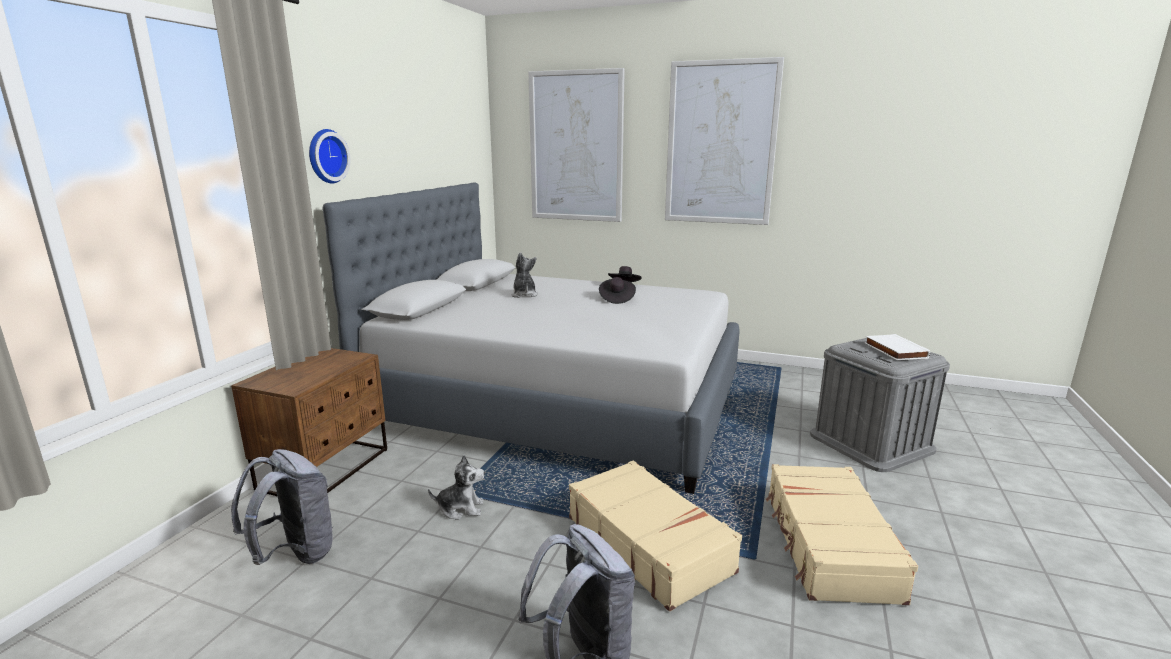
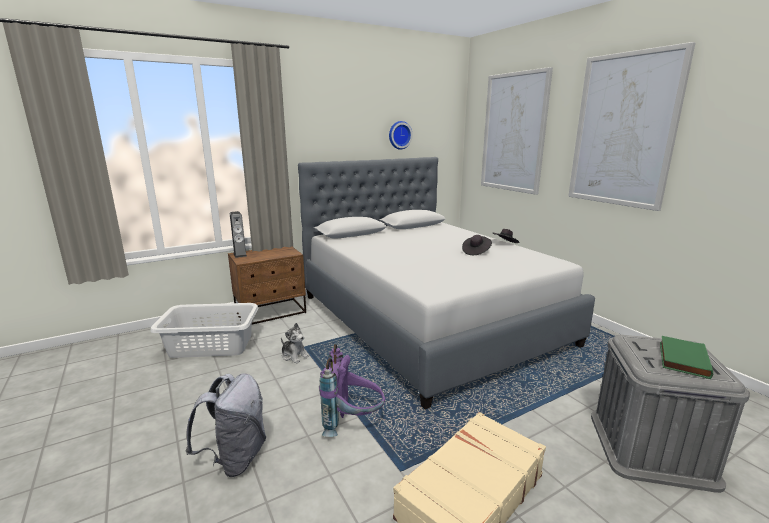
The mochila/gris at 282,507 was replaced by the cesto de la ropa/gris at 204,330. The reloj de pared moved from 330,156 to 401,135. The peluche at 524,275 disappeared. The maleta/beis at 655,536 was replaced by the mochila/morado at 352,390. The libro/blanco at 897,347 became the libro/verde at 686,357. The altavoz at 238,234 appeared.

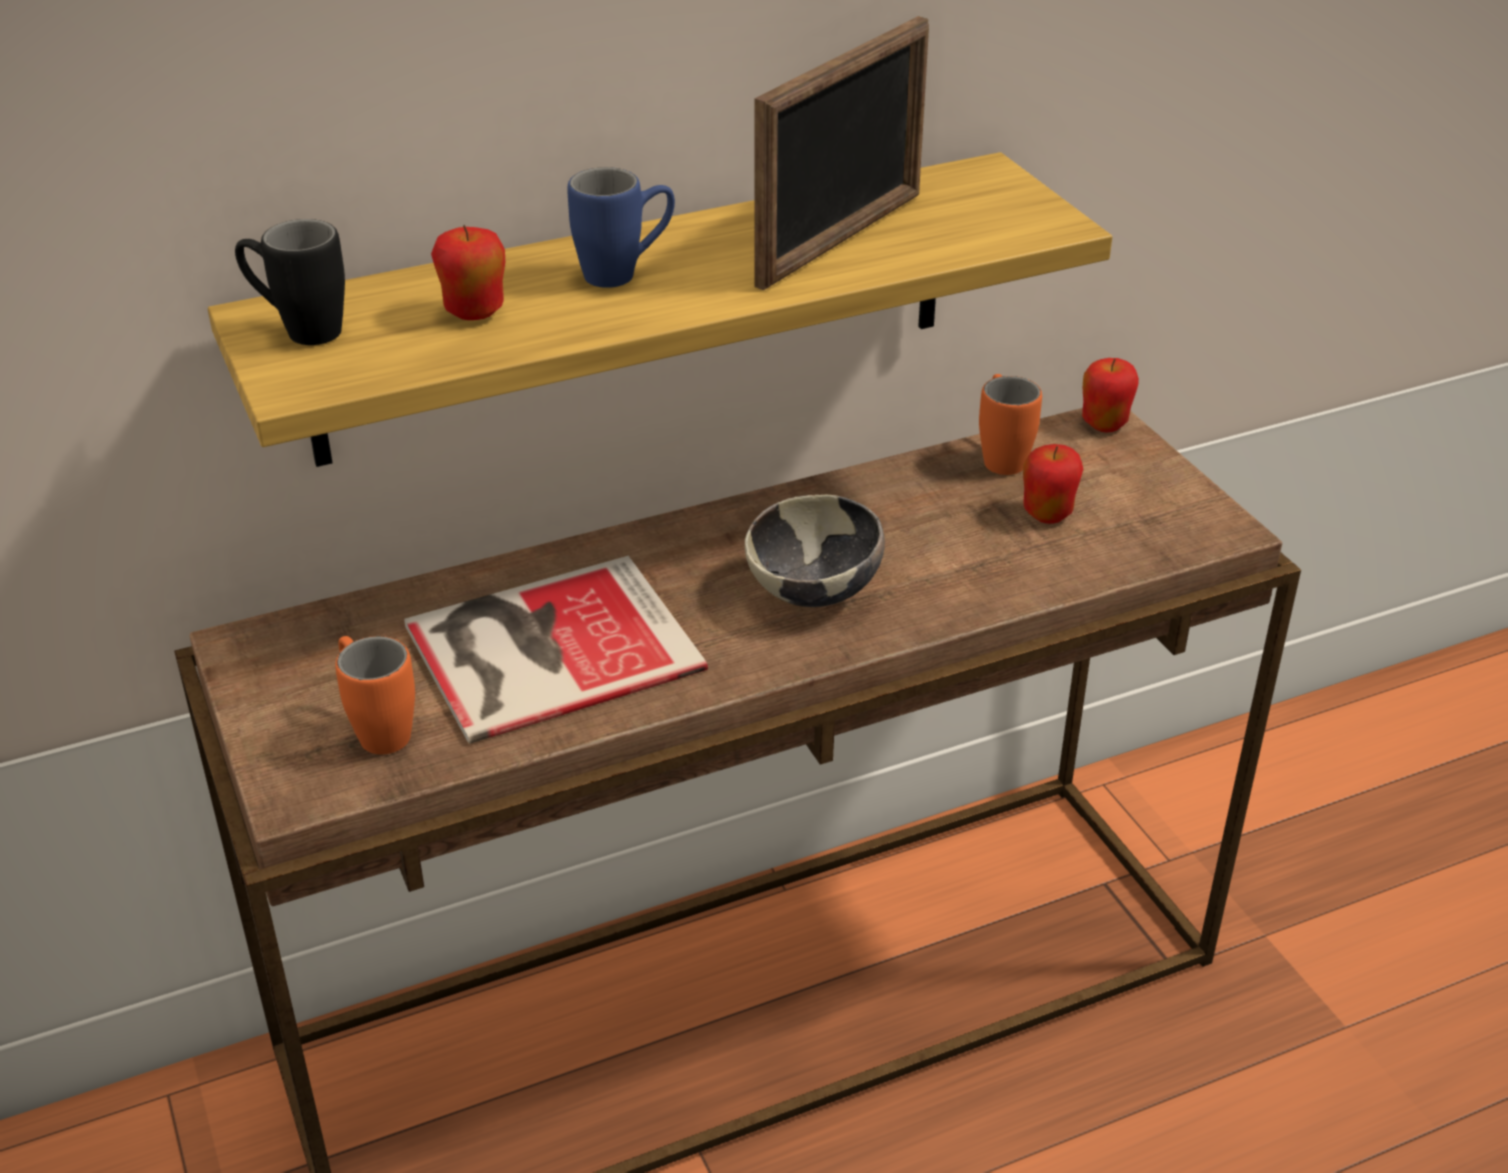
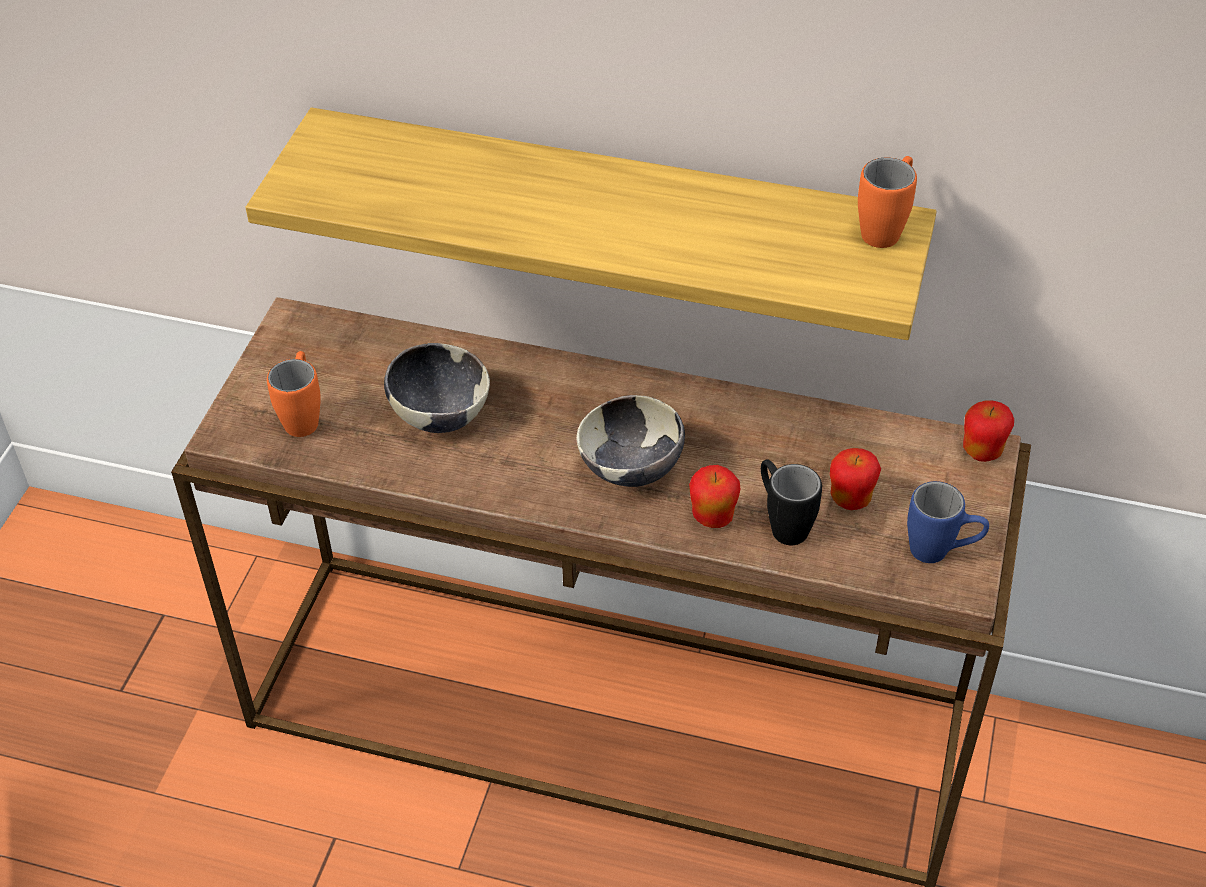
The taza grande/negro moved from 290,282 to 791,502. The libro at 556,650 was replaced by the cuenco at 437,388. The manzana moved from 468,272 to 715,496. The taza grande/azul moved from 621,227 to 948,522. The portarretratos at 841,153 disappeared. The taza grande/naranja moved from 1010,424 to 887,202.

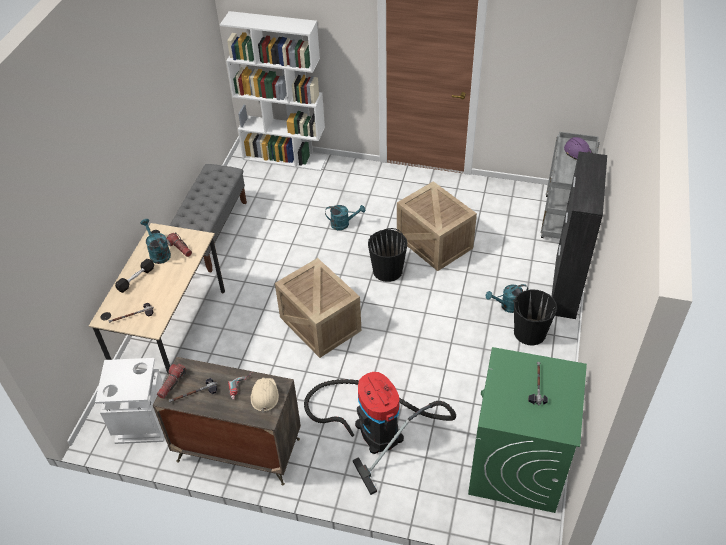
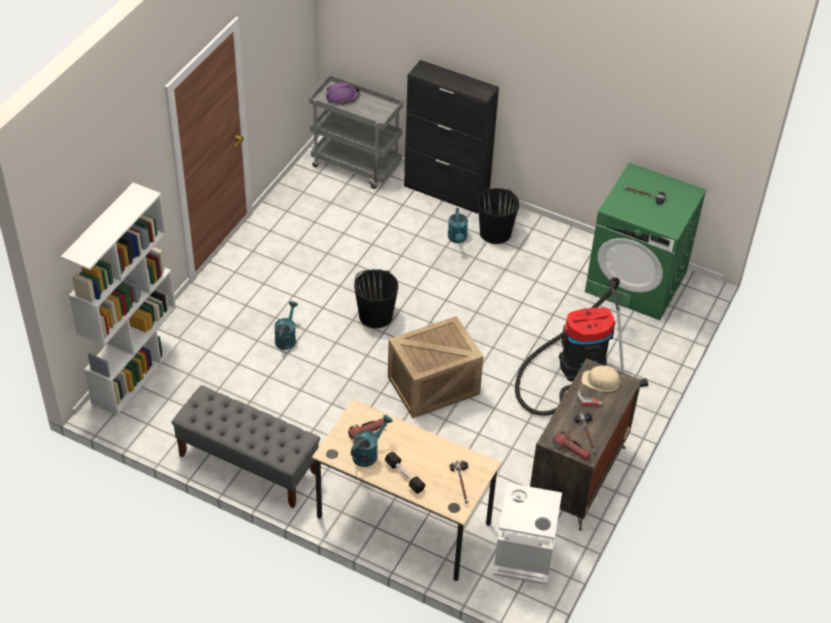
The regadera/turquesa at 155,241 turned 150 degrees clockwise. The caja de embalaje at 437,226 disappeared.

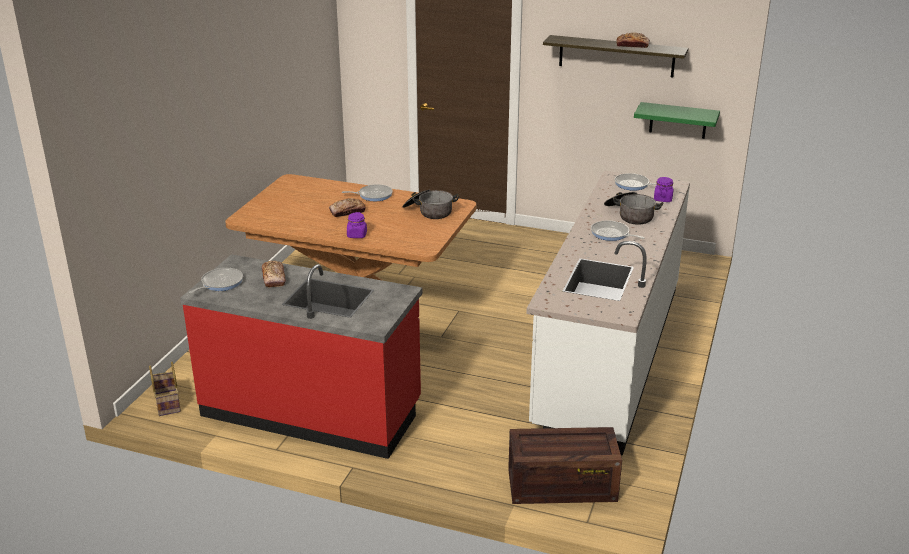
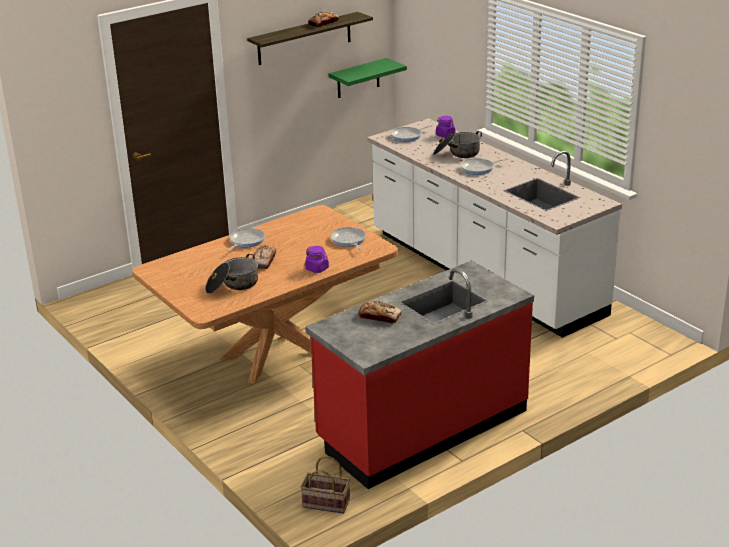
The sartén moved from 216,280 to 348,238. The olla moved from 430,204 to 231,274. The caja de embalaje at 565,465 disappeared.

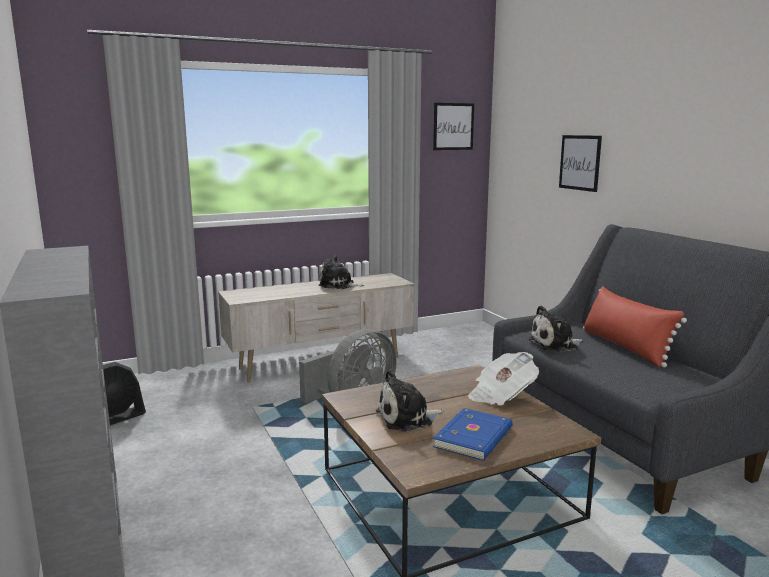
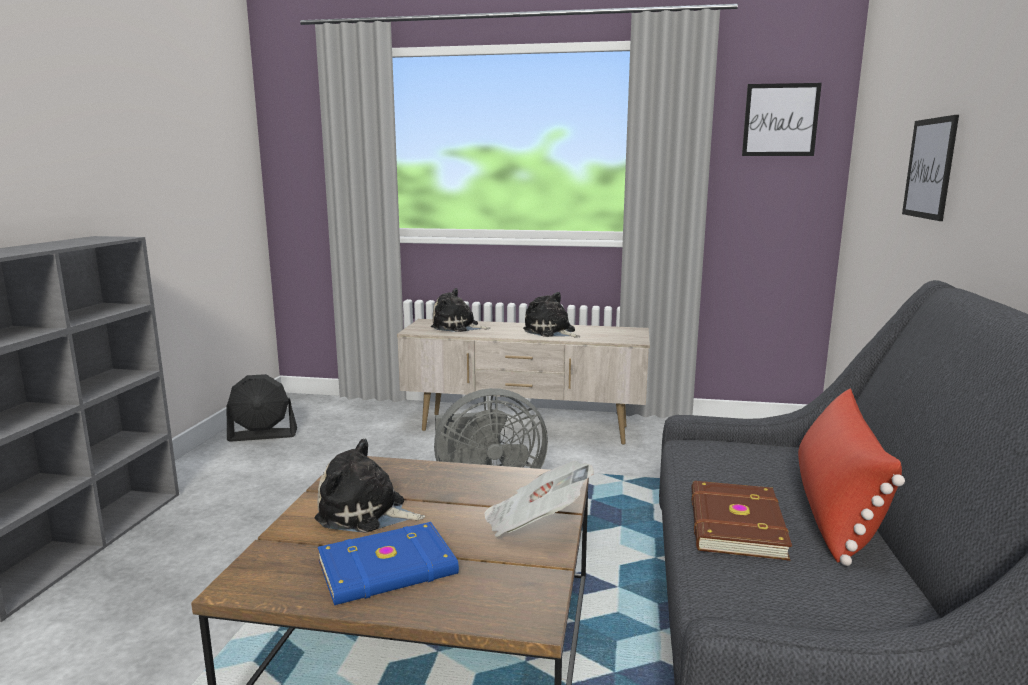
The peluche moved from 555,328 to 460,310. The libro/marrón at 741,521 appeared.

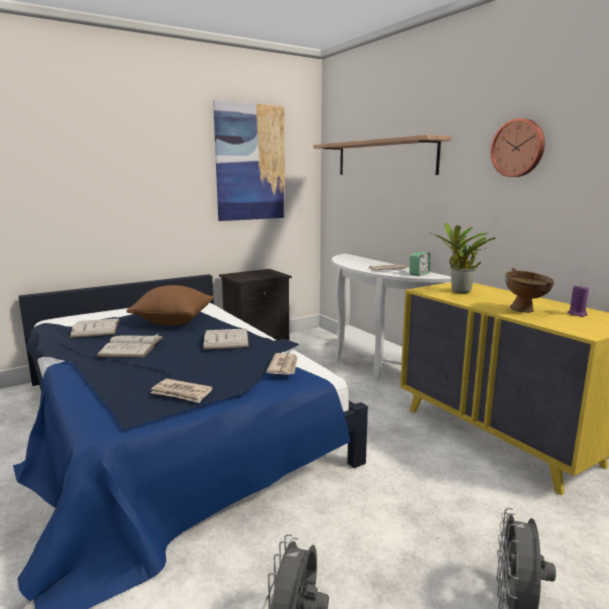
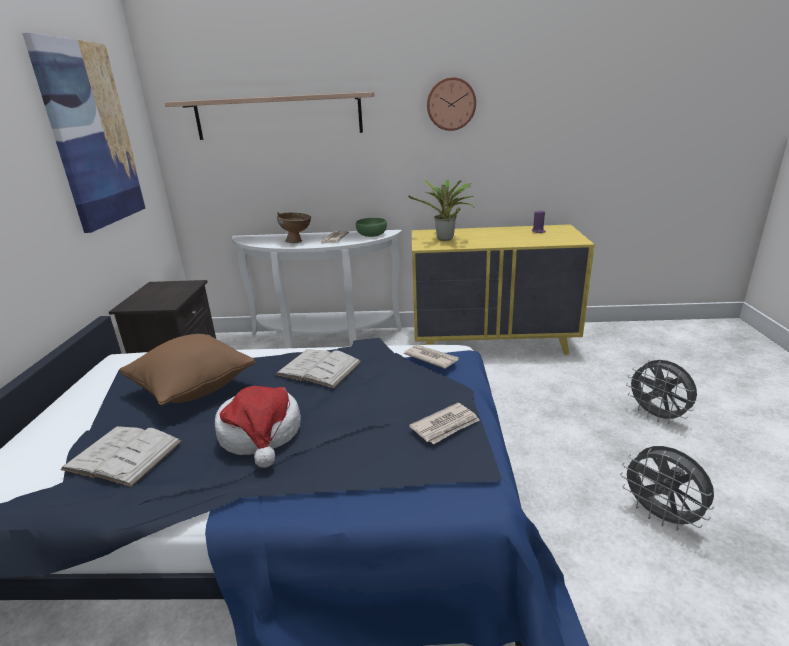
The libro/blanco at 129,345 was replaced by the sombrero at 258,427. The despertador at 420,264 was replaced by the cuenco/verde at 371,227. The cuenco/marrón moved from 529,290 to 294,227.

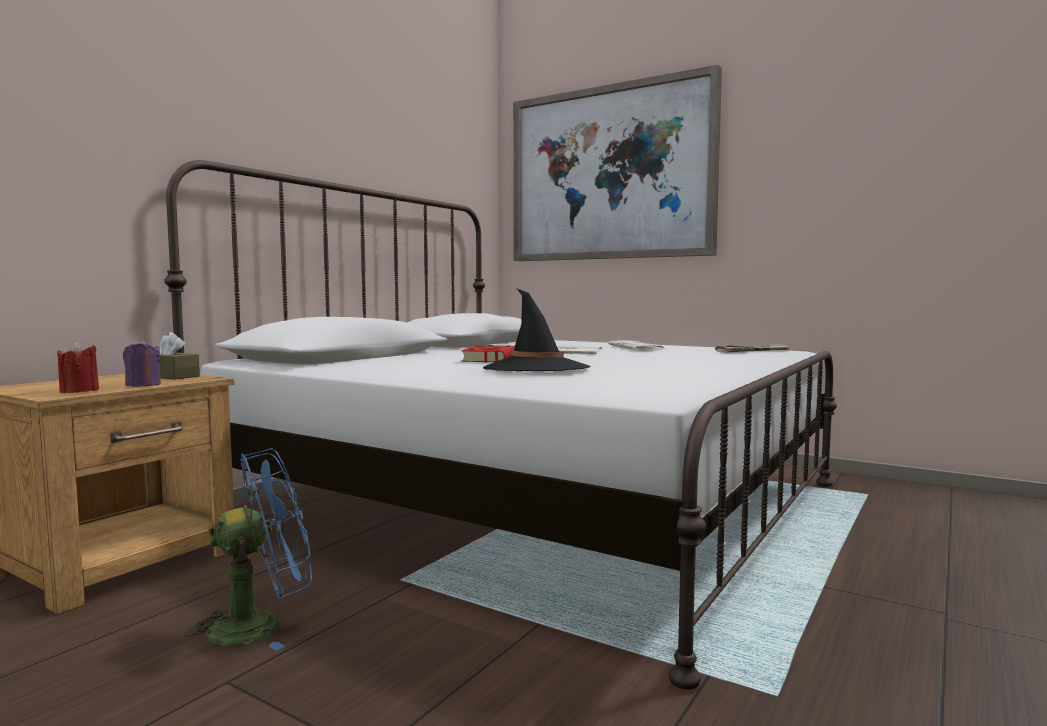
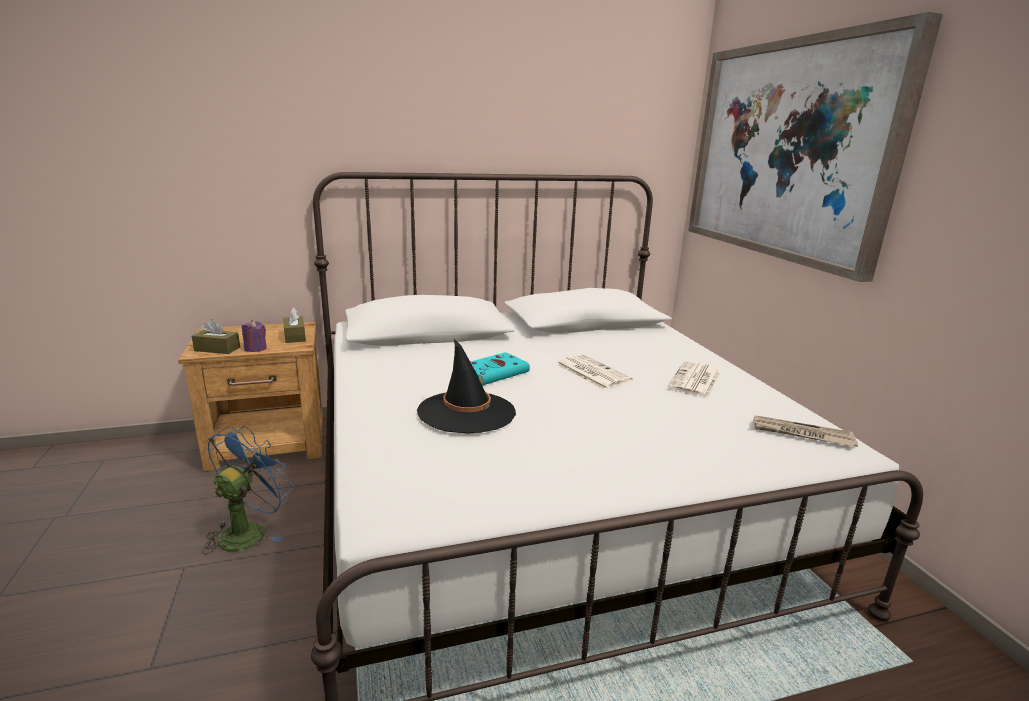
The vela/rojo at 78,367 was replaced by the caja de pañuelos/marrón at 216,336. The ventilador/azul at 247,549 turned 75 degrees counterclockwise. The libro/rojo at 488,353 became the libro/turquesa at 500,369.

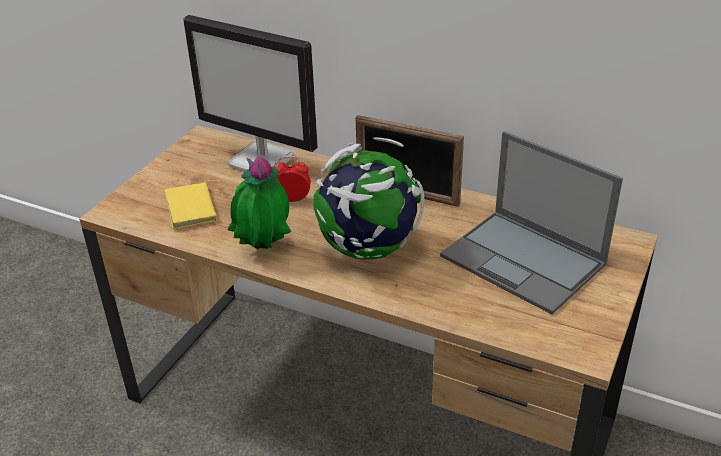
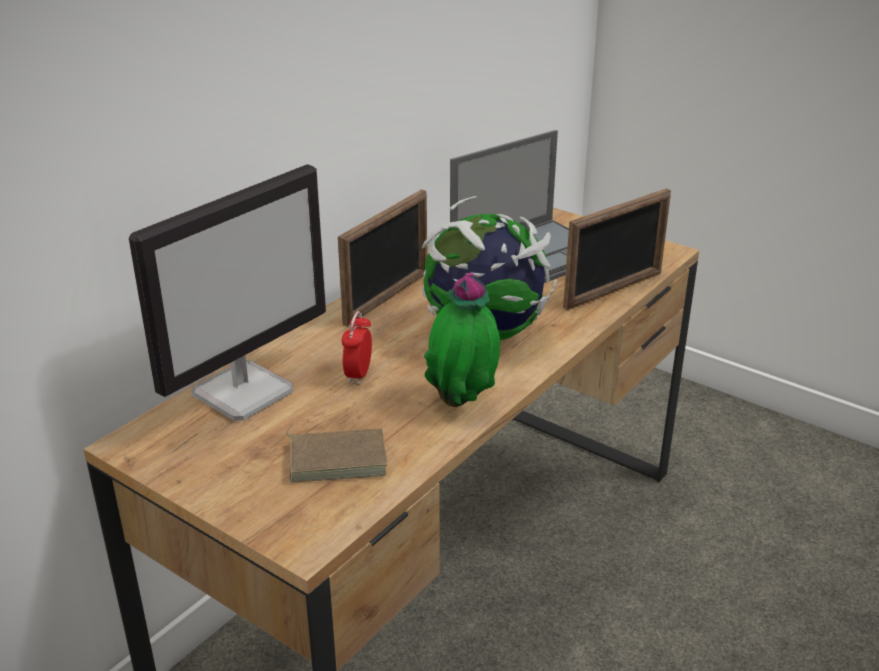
The libro/amarillo at 192,204 became the libro/marrón at 337,452. The portarretratos at 617,249 appeared.

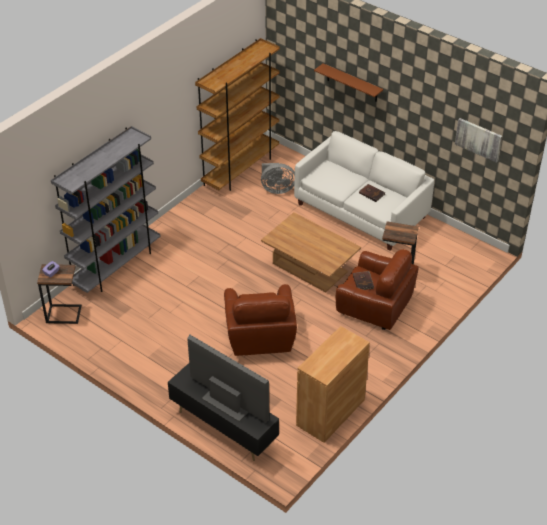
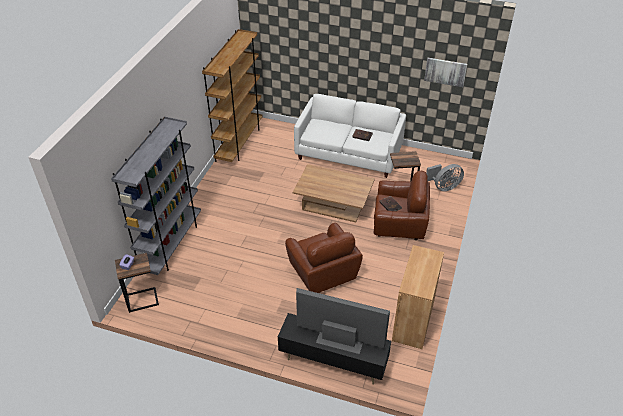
The ventilador/gris moved from 278,178 to 445,177. The estante/marrón at 348,82 disappeared.

